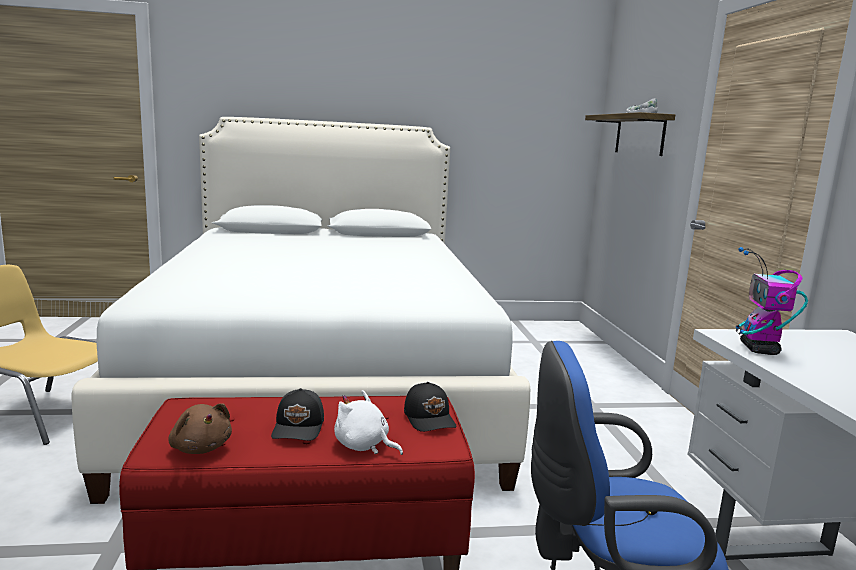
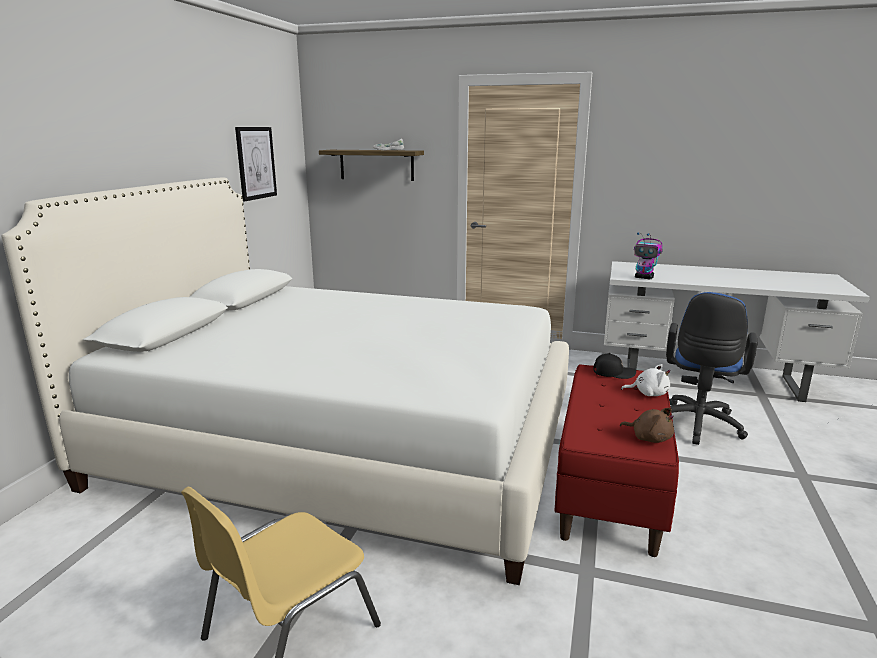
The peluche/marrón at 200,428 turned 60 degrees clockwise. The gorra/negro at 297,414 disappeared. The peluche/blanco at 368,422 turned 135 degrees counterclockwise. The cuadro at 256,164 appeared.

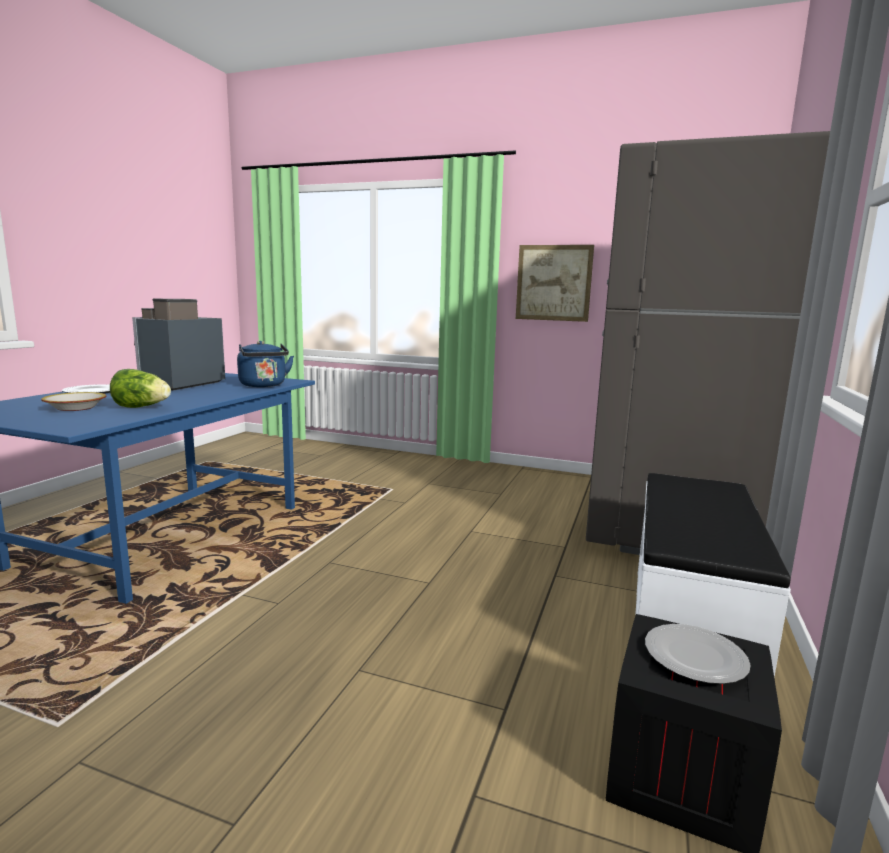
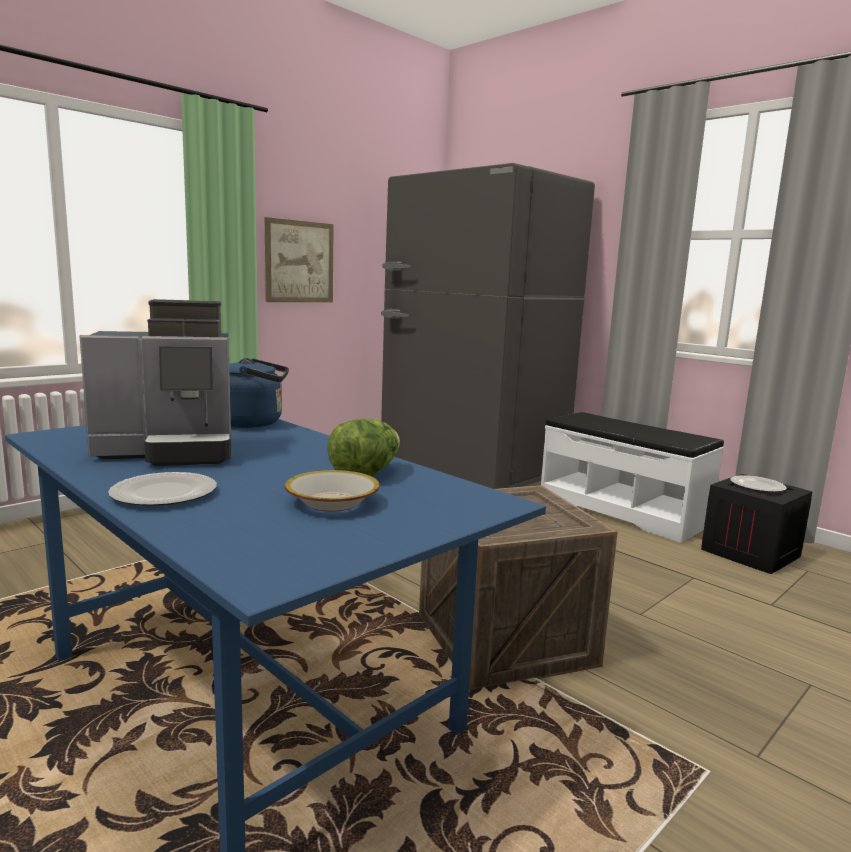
The cafetera at 178,345 turned 60 degrees counterclockwise. The caja de embalaje at 518,587 appeared.

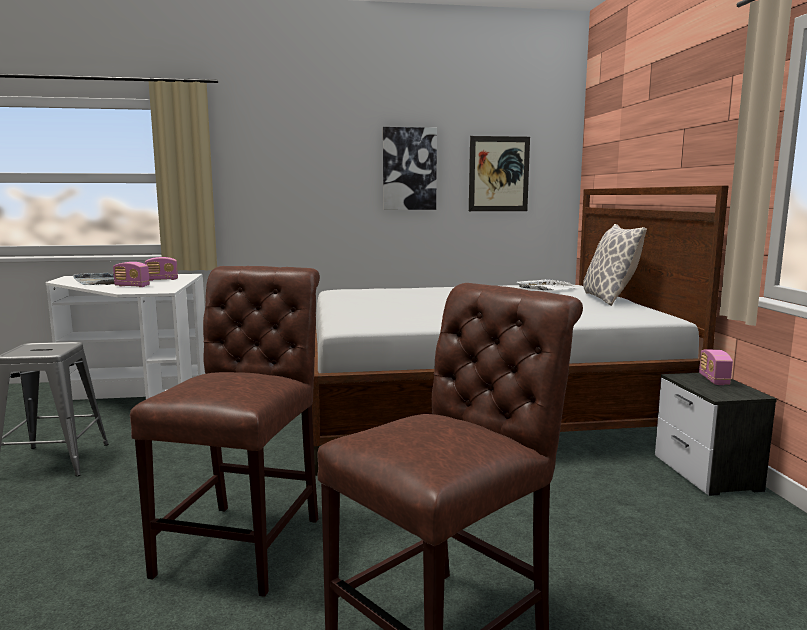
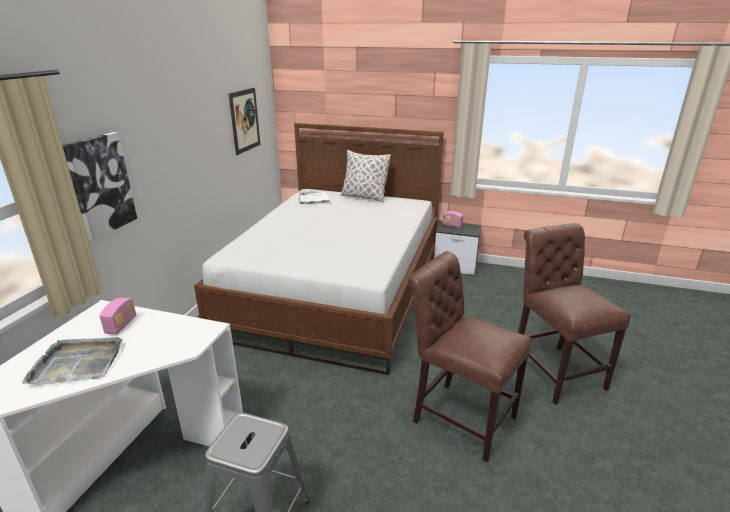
The radio at 131,274 disappeared. The cuadro moved from 410,168 to 99,186.

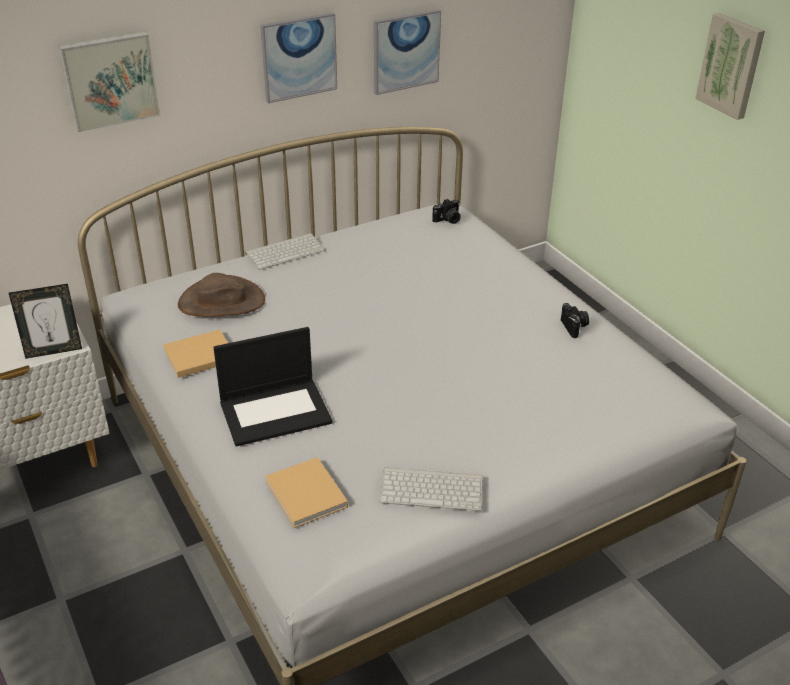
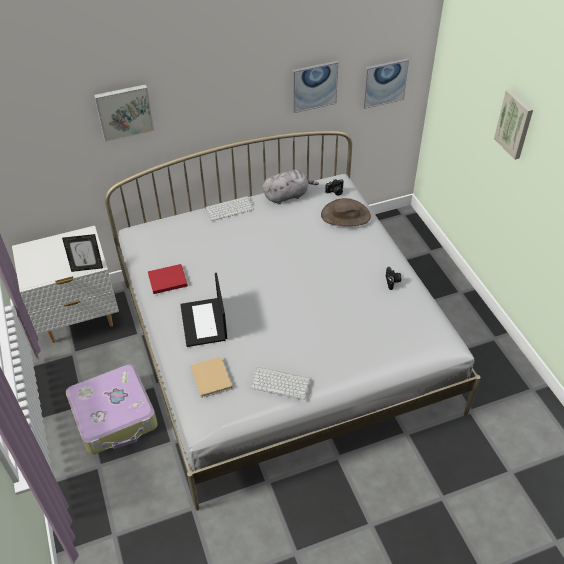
The libro/beis at 195,353 became the libro/rojo at 168,279. The sombrero/marrón moved from 221,295 to 346,212. The portátil at 273,387 turned 90 degrees clockwise. The cuadro moved from 298,57 to 386,83. The maleta at 112,409 appeared. The peluche/gris at 291,187 appeared.

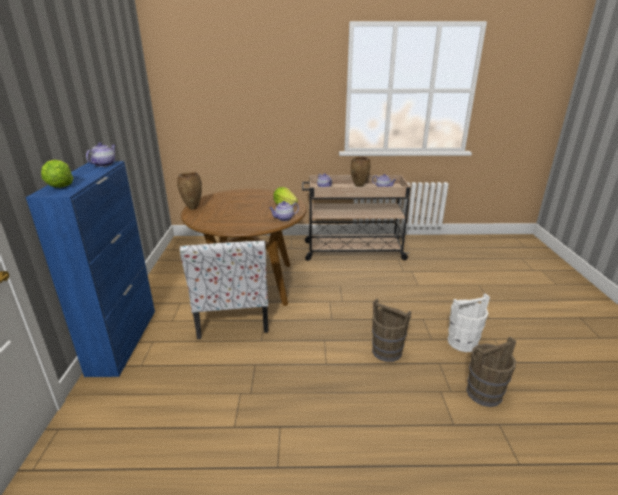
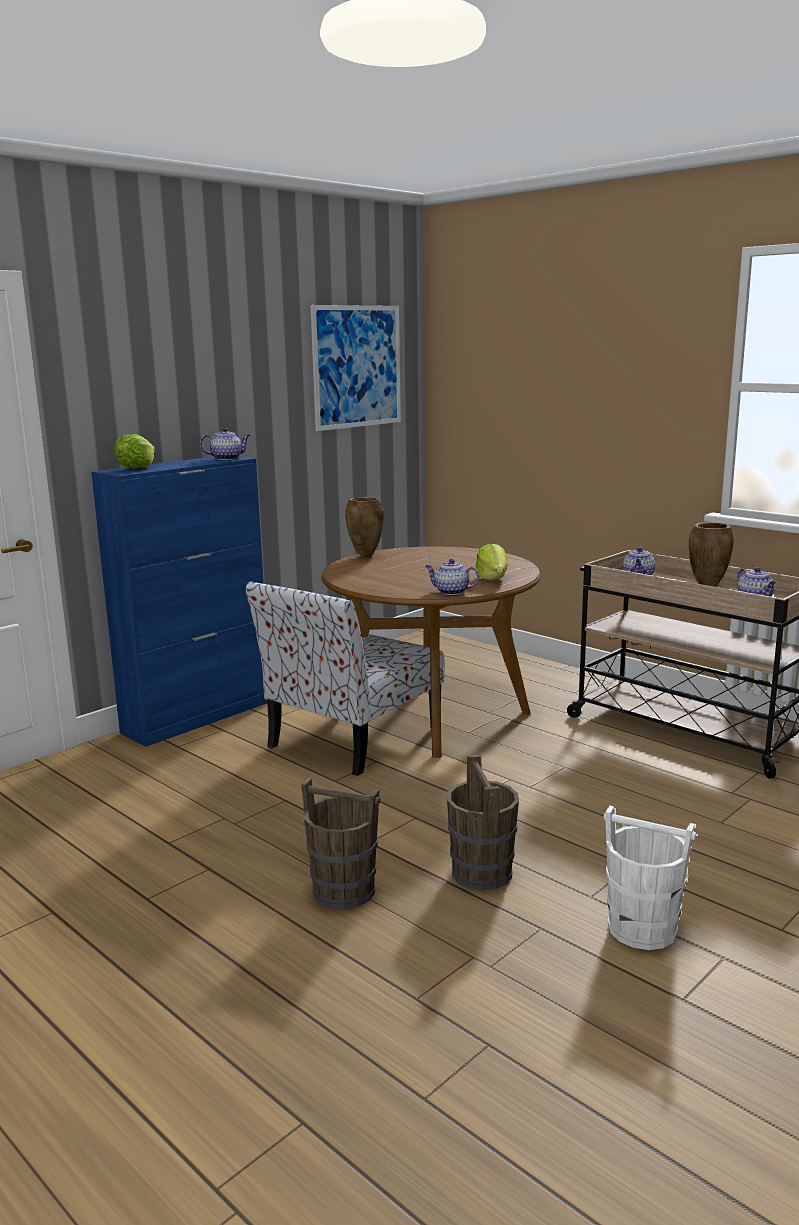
The cubo/marrón moved from 491,372 to 340,843. The cuadro at 356,368 appeared.

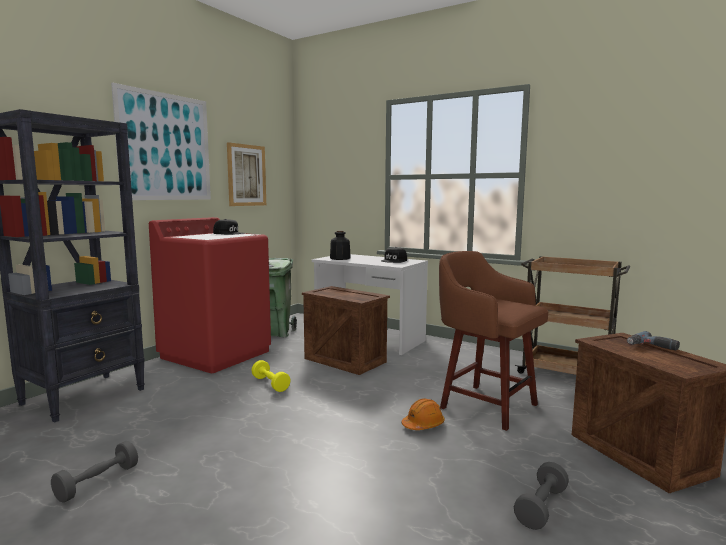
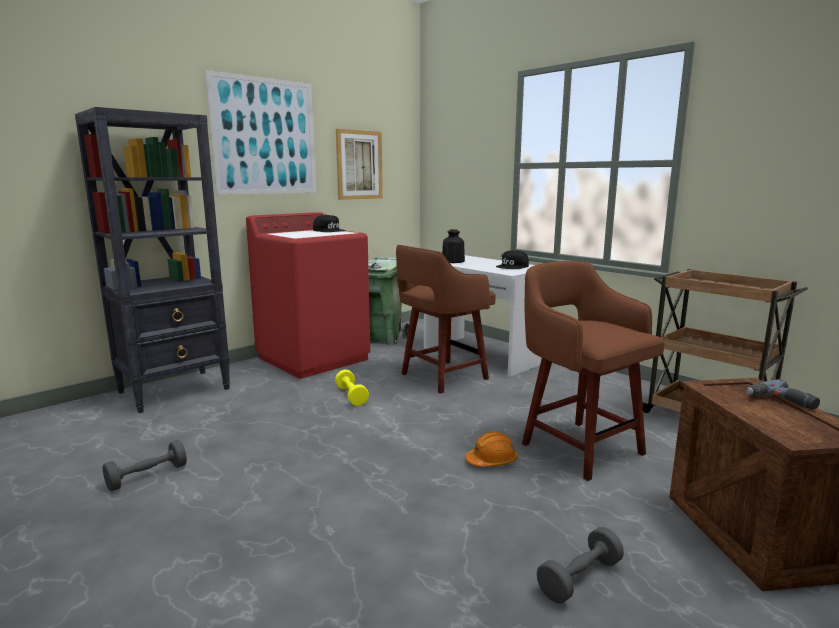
The caja de embalaje at 346,330 was replaced by the taburete/marrón at 446,319.

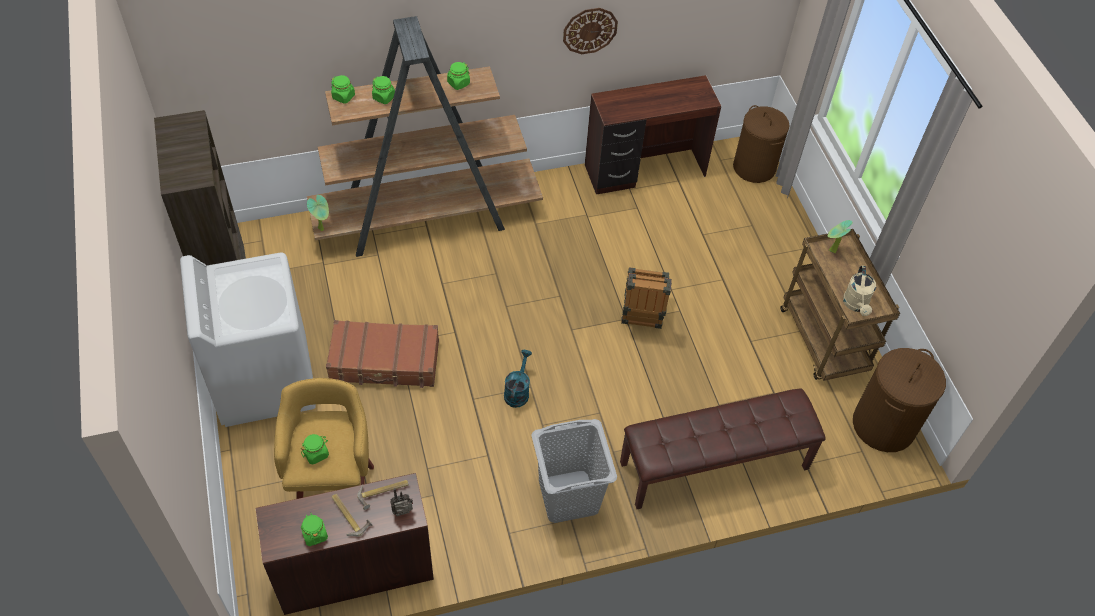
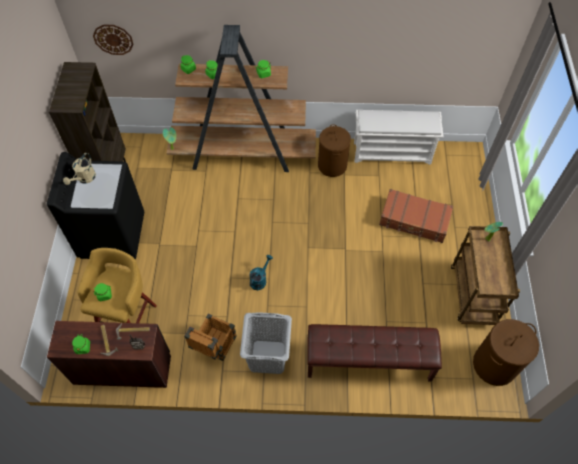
The lavadora/blanco at 248,339 became the lavadora/negro at 95,206. The maleta/marrón moved from 382,354 to 416,216. The reloj de pared moved from 590,31 to 113,39. The escritorio/marrón at 653,134 was replaced by the zapatero/blanco at 399,137. The caja de embalaje moved from 646,298 to 210,337. The cesto de la ropa/marrón moved from 761,144 to 334,150. The regadera/beis moved from 859,290 to 79,169.

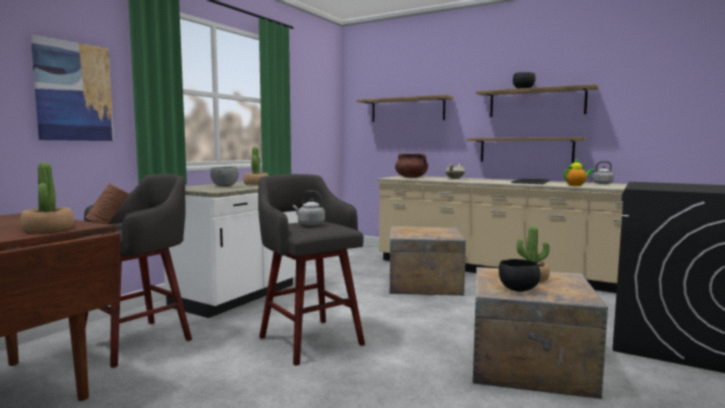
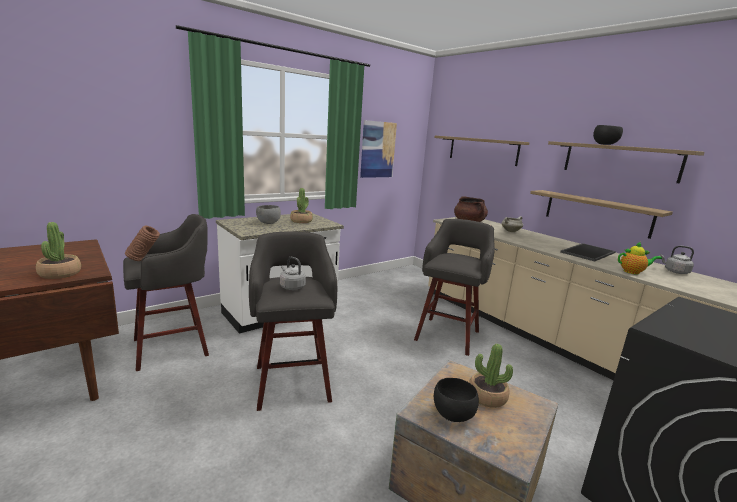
The cuadro moved from 72,88 to 378,149. The caja de embalaje at 428,261 was replaced by the taburete/gris at 454,287.

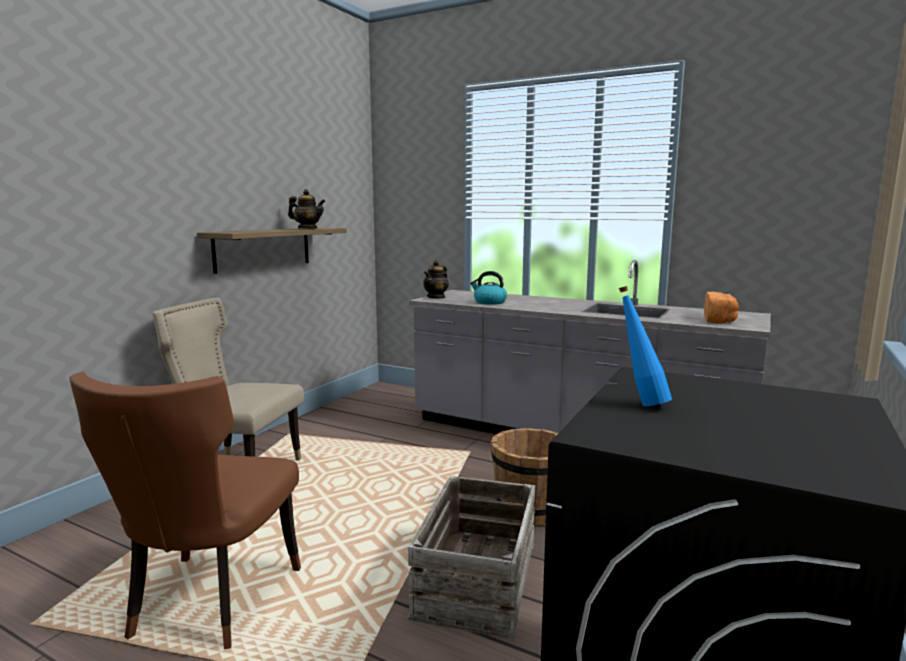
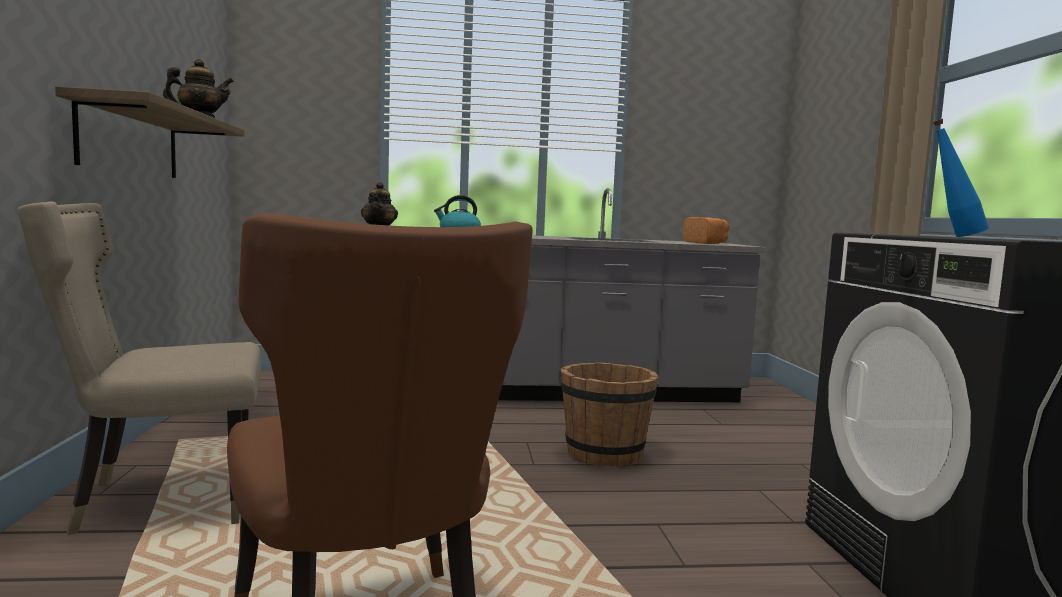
The caja de embalaje at 471,558 disappeared.

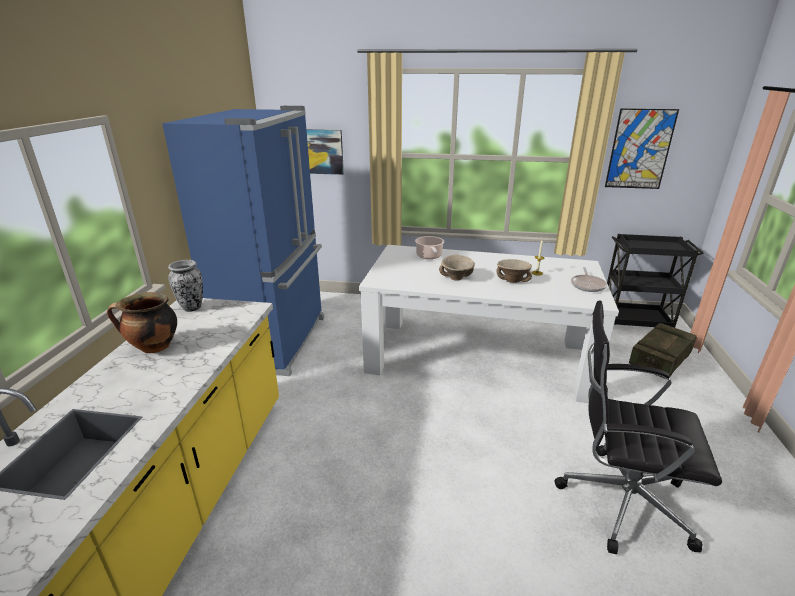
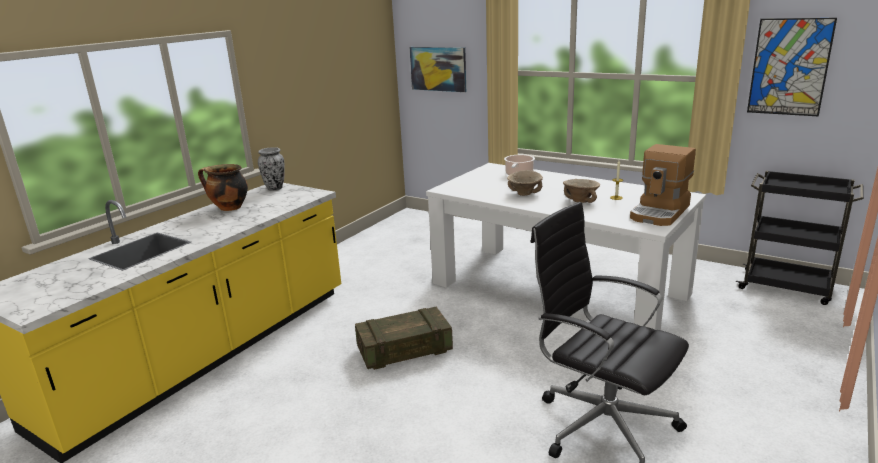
The nevera/azul at 243,241 disappeared. The sartén at 589,279 was replaced by the cafetera at 663,185. The caja de embalaje moved from 663,351 to 404,338.

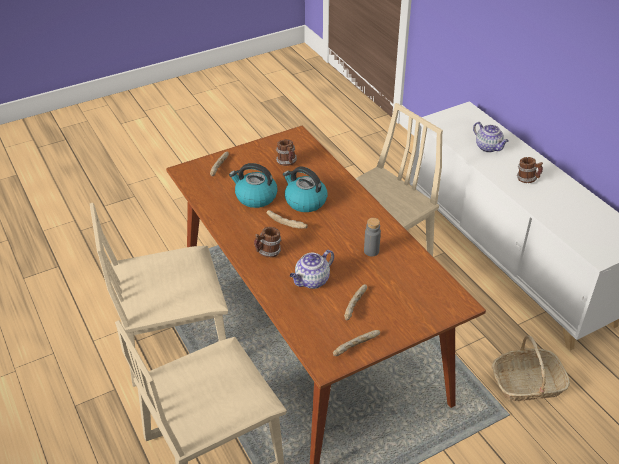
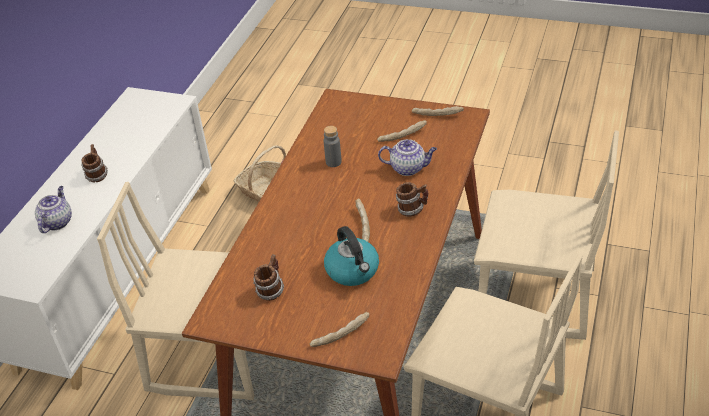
The hervidor at 305,189 disappeared.

